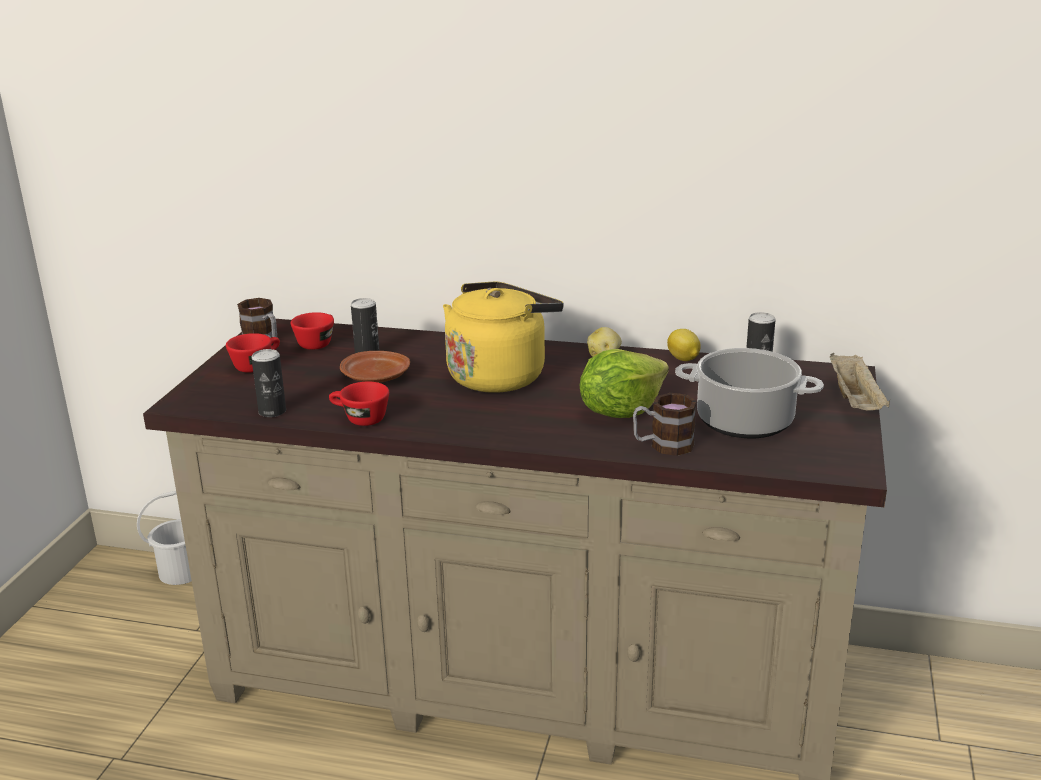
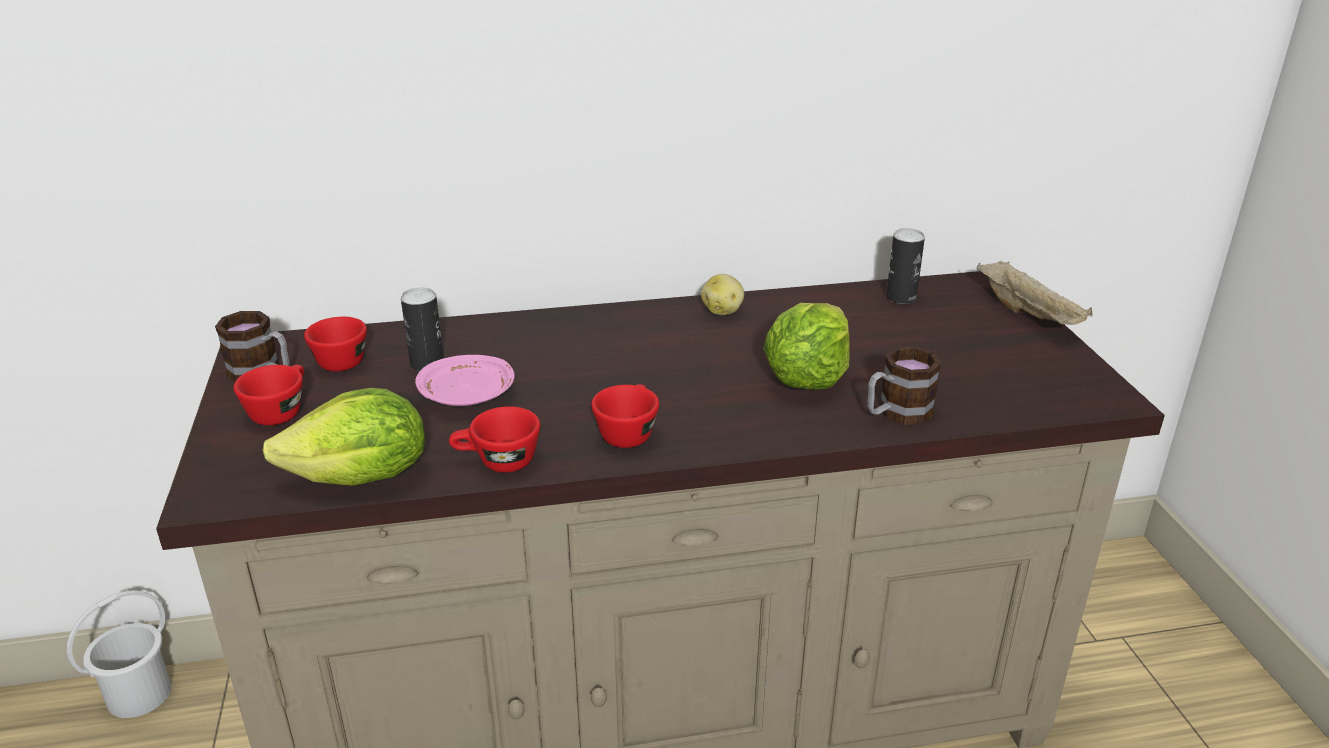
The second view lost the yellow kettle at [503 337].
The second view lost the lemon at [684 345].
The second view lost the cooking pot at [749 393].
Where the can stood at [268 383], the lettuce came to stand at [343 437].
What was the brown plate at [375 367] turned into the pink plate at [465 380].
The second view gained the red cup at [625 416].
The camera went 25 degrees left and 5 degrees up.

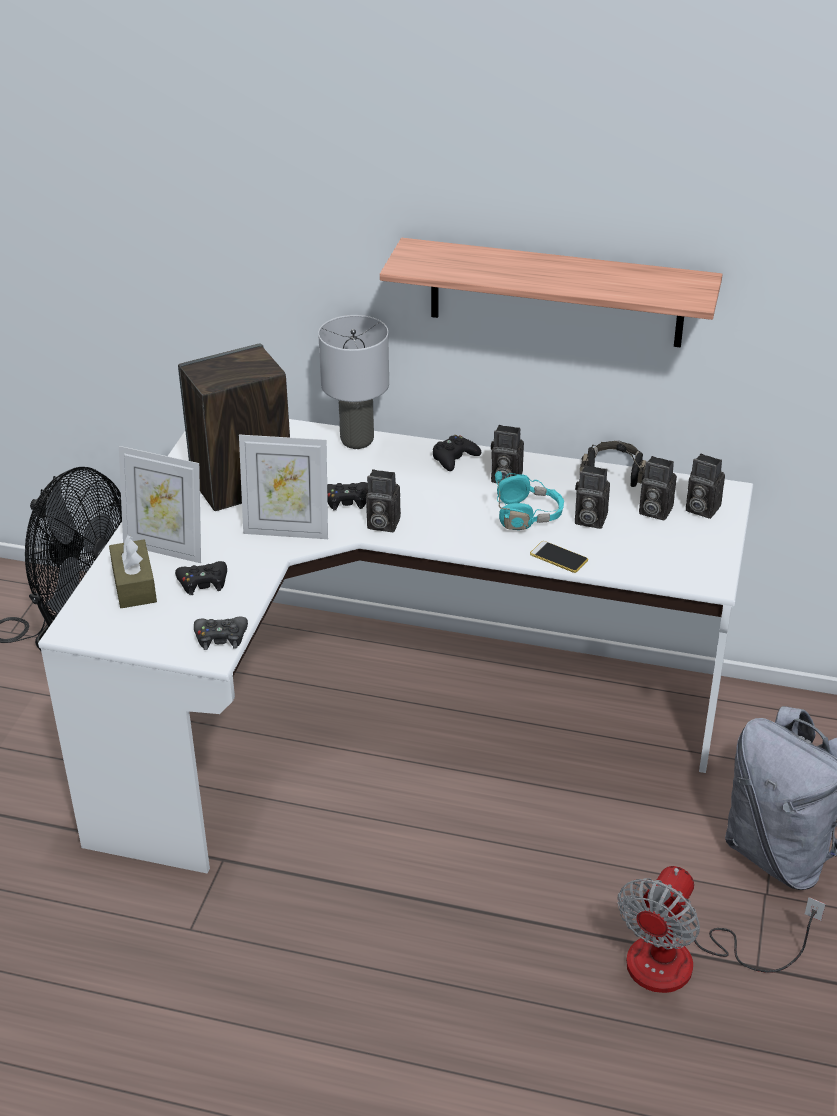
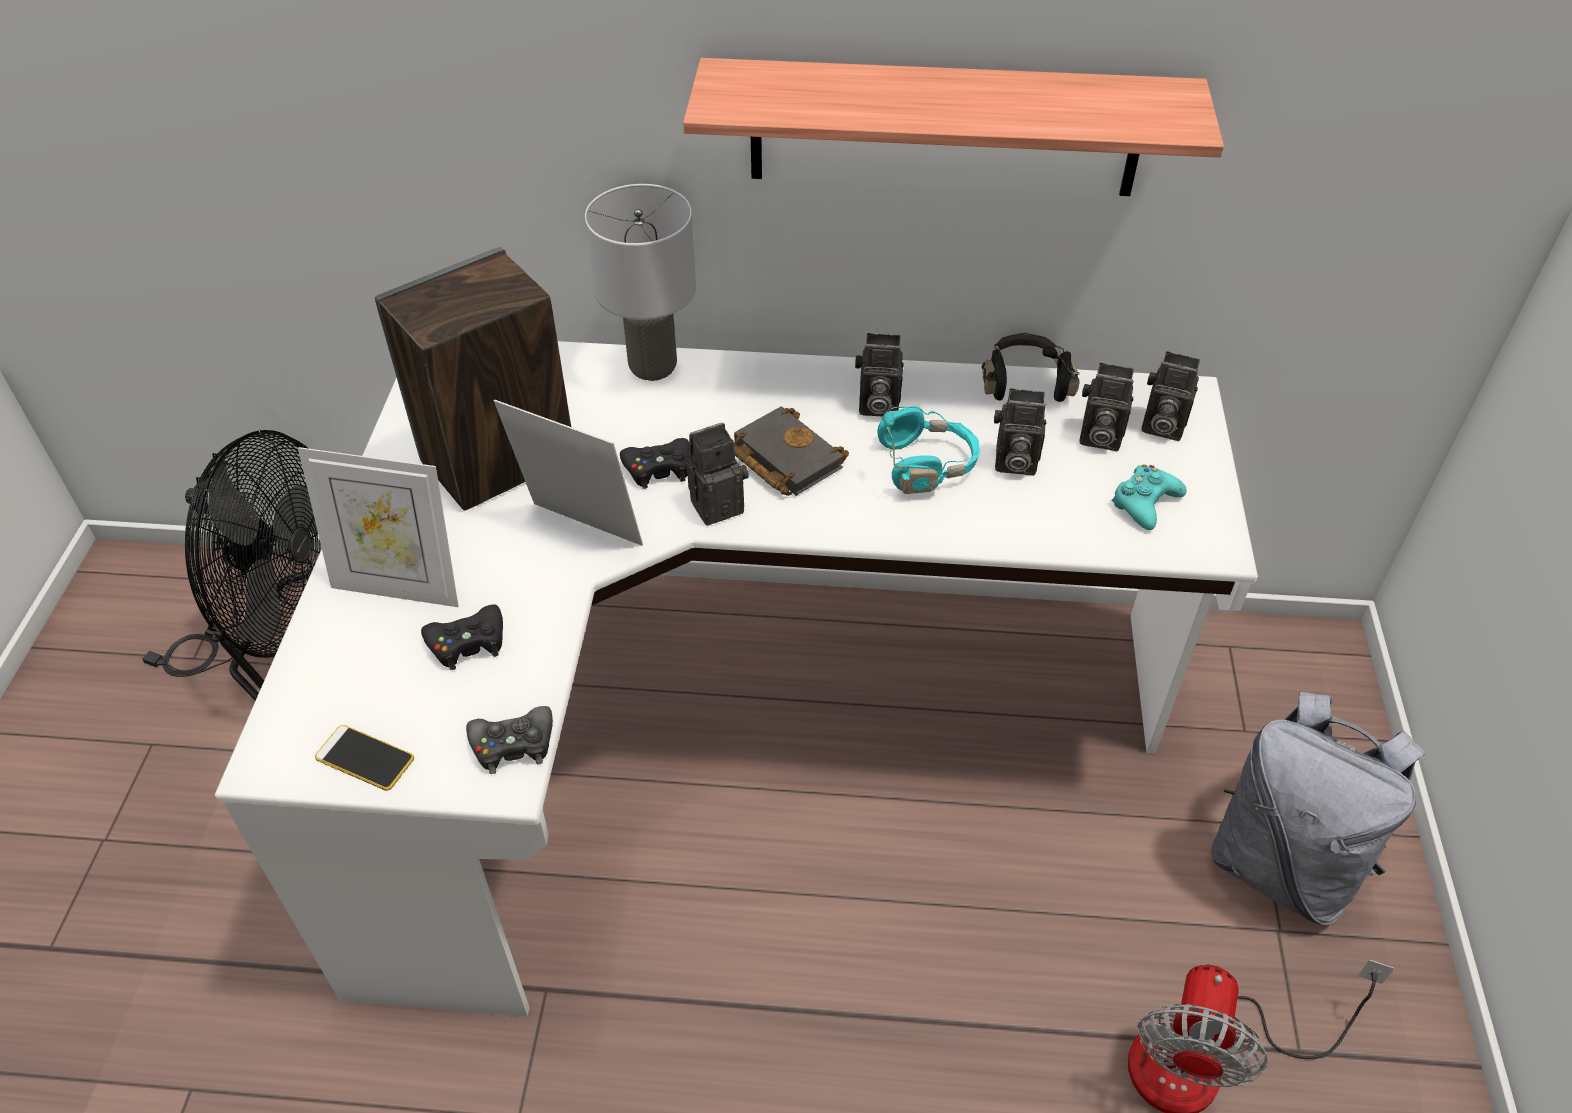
The picture frame at [283 487] ended up facing another way, 150 degrees counterclockwise from before.
The second view lost the black game controller at [457 453].
The photo camera at [383 500] ended up facing another way, 150 degrees clockwise from before.
The second view lost the brown tissue box at [133 571].
The phone ended up elsewhere, having gone from [559 557] to [364 758].
The second view gained the black book at [791 451].
The second view gained the turquoise game controller at [1149 497].
The camera went 10 degrees left and 10 degrees up.

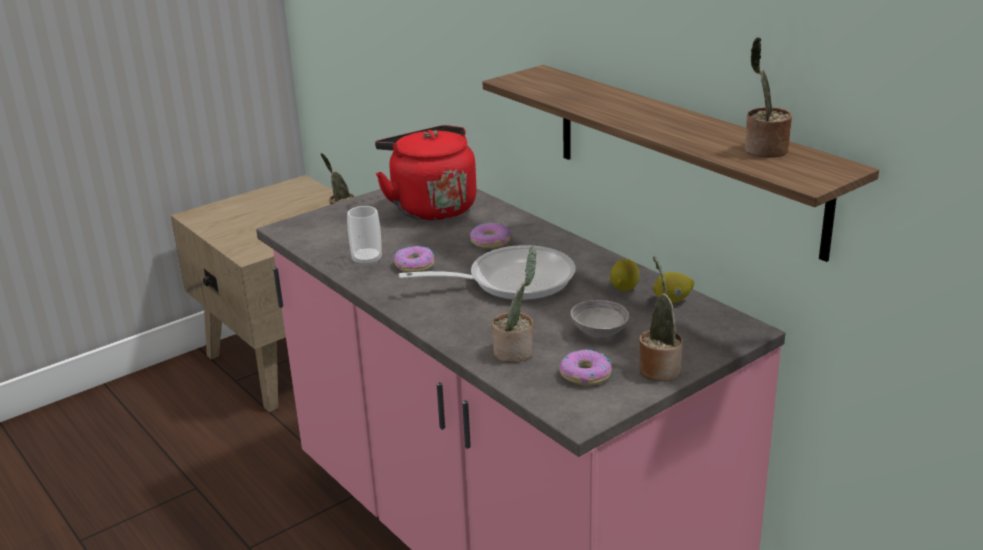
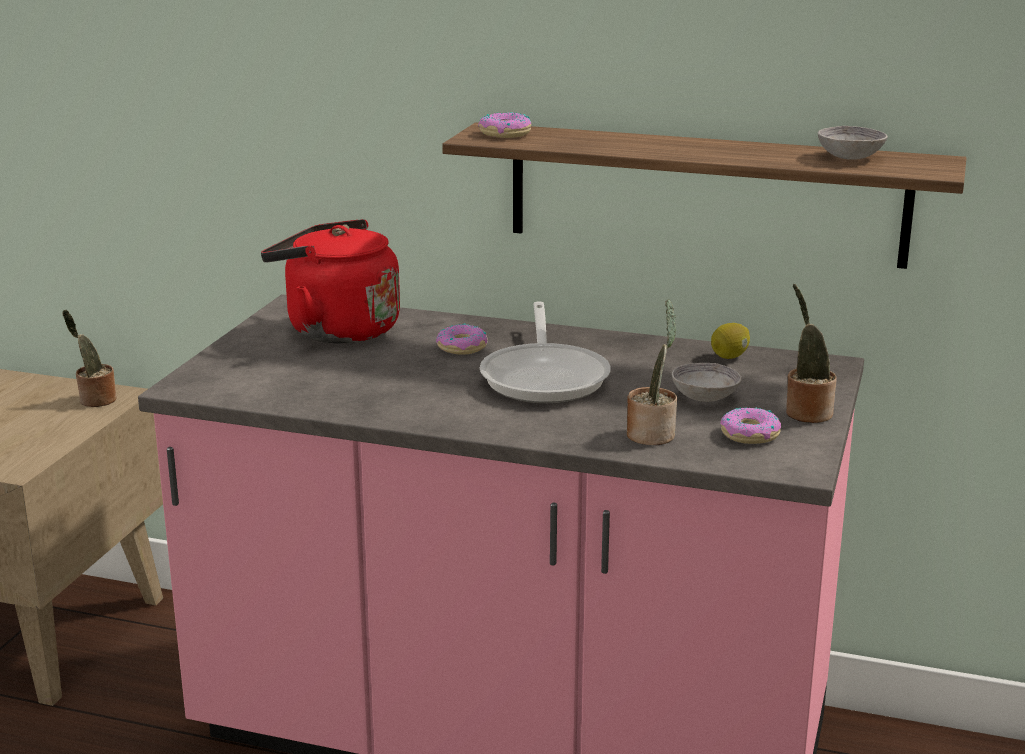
Where the potted plant stood at [768 97], the grey bowl came to stand at [853 143].
The second view lost the cup at [364 236].
The frying pan at [487 272] ended up facing another way, 135 degrees clockwise from before.
The donut ended up elsewhere, having gone from [414 259] to [505 125].
The second view lost the lemon at [625 275].
The camera went 35 degrees left and 5 degrees down.

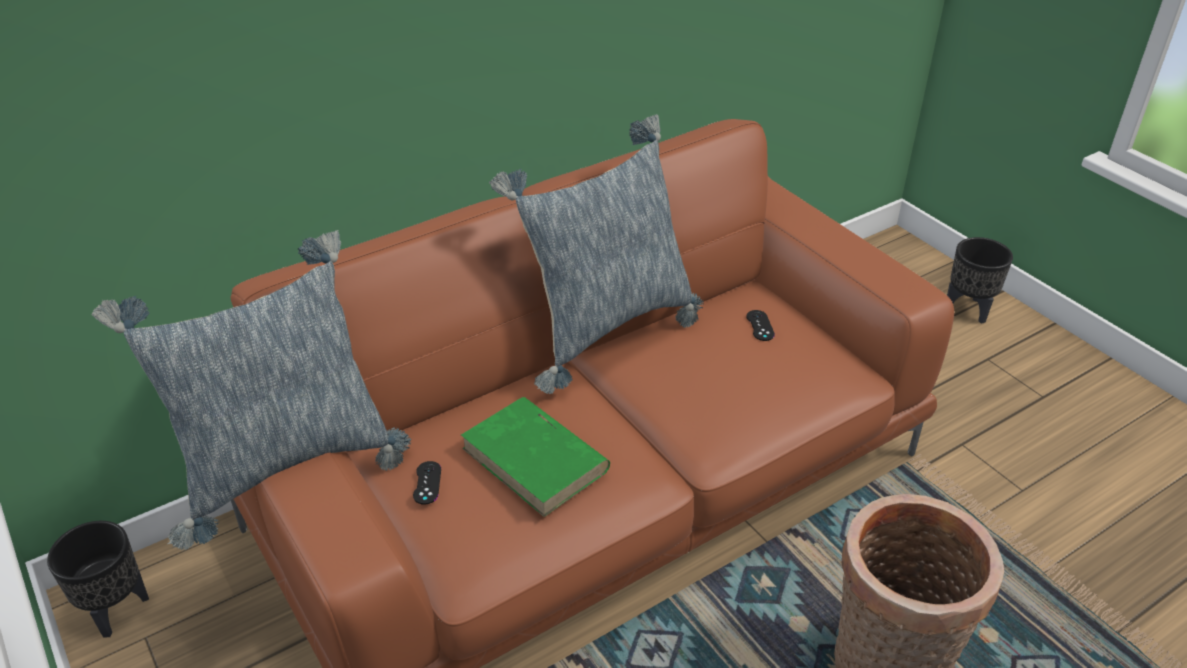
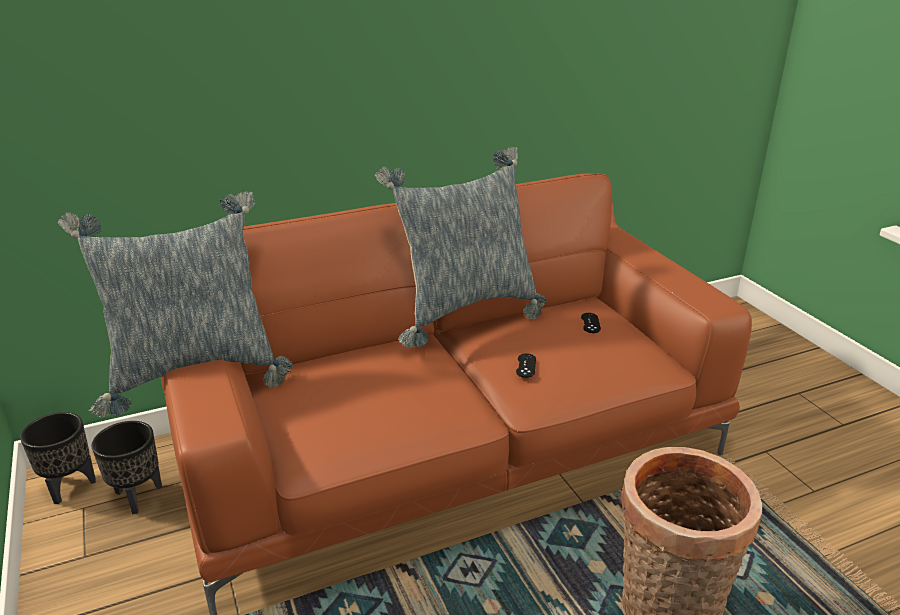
The black planter ended up elsewhere, having gone from [980 280] to [127 467].
The second view lost the green book at [535 457].
The black game controller ended up elsewhere, having gone from [427 483] to [526 365].
The camera went 10 degrees right and 10 degrees down.

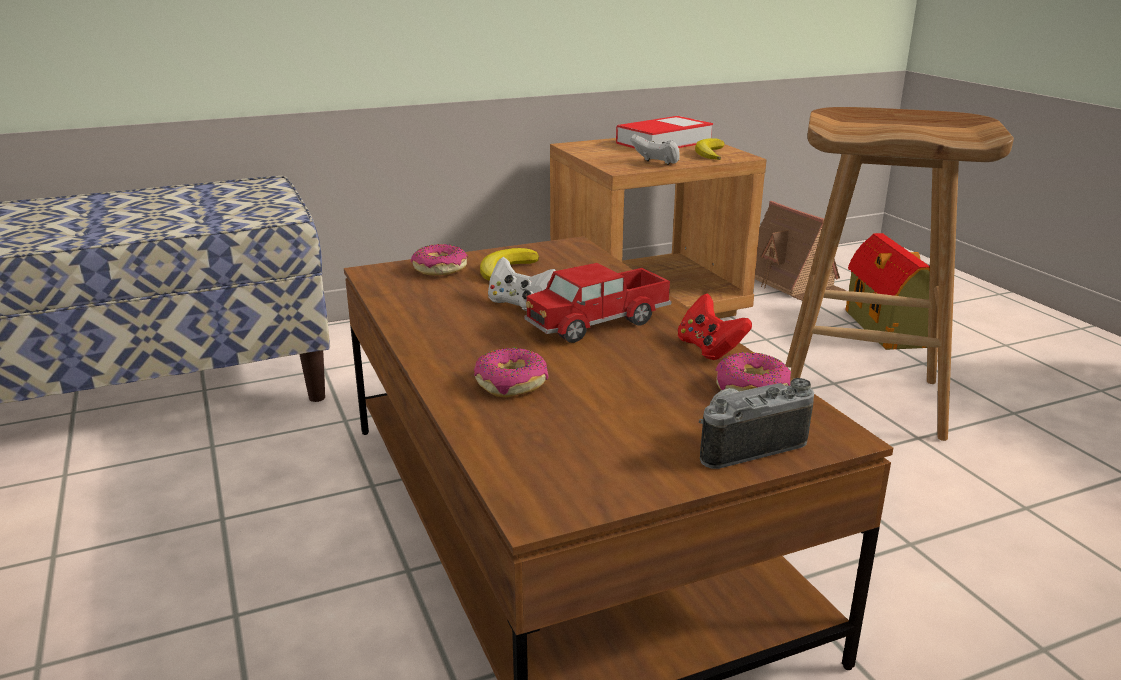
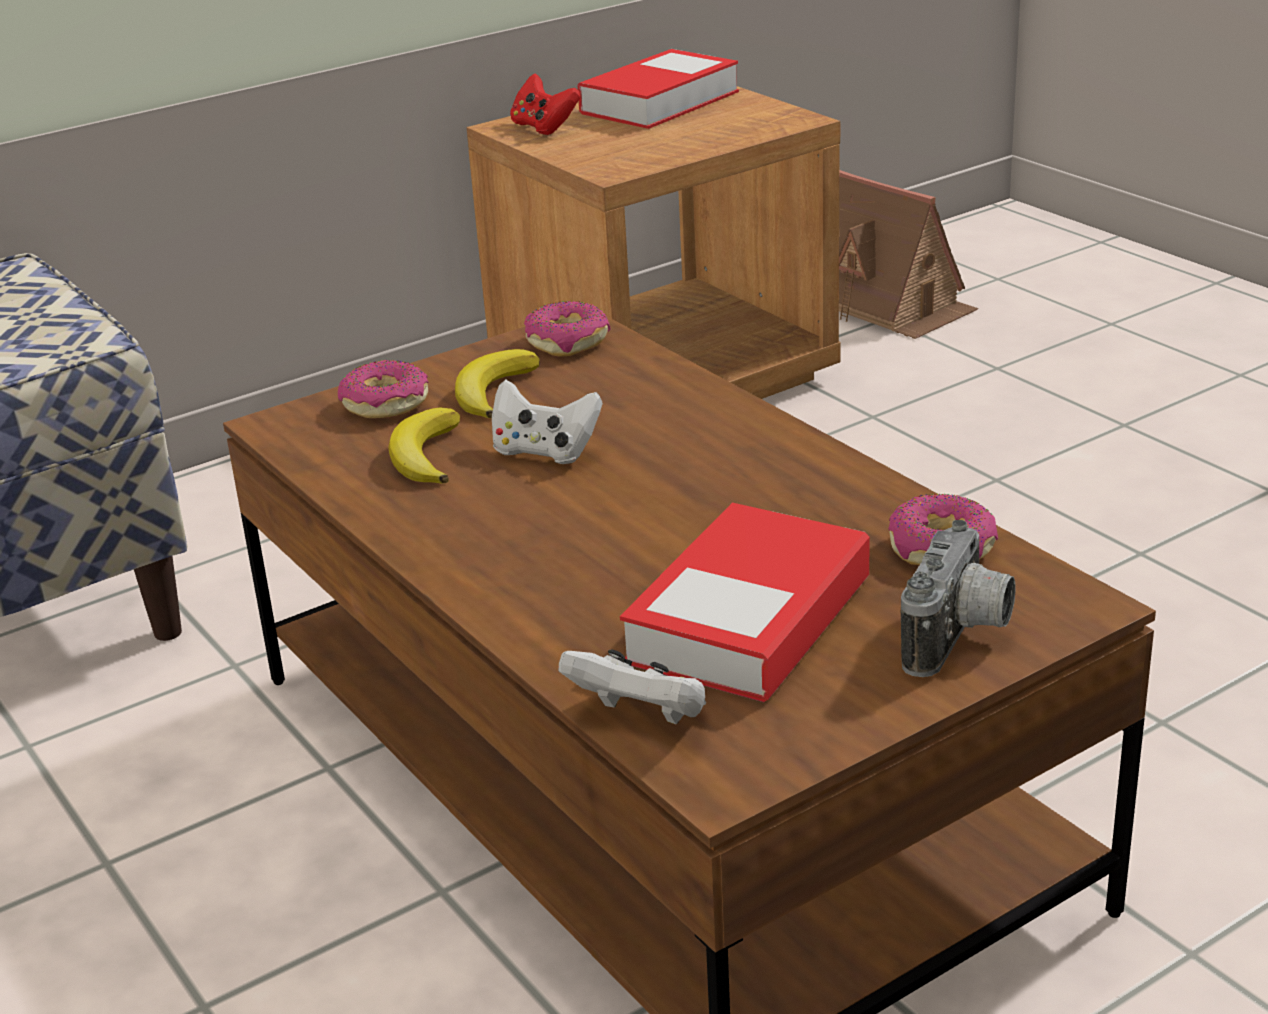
The second view lost the brown stool at [900 274].
The white game controller ended up elsewhere, having gone from [655 149] to [632 687].
The banana ended up elsewhere, having gone from [709 149] to [424 445].
The second view lost the toy house at [888 291].
The second view lost the toy truck at [597 303].
The red game controller ended up elsewhere, having gone from [715 326] to [545 104].
The donut ended up elsewhere, having gone from [511 372] to [567 329].
The photo camera at [756 423] ended up facing another way, 150 degrees clockwise from before.
The second view gained the book at [745 602].
The camera went 10 degrees left and 5 degrees up.

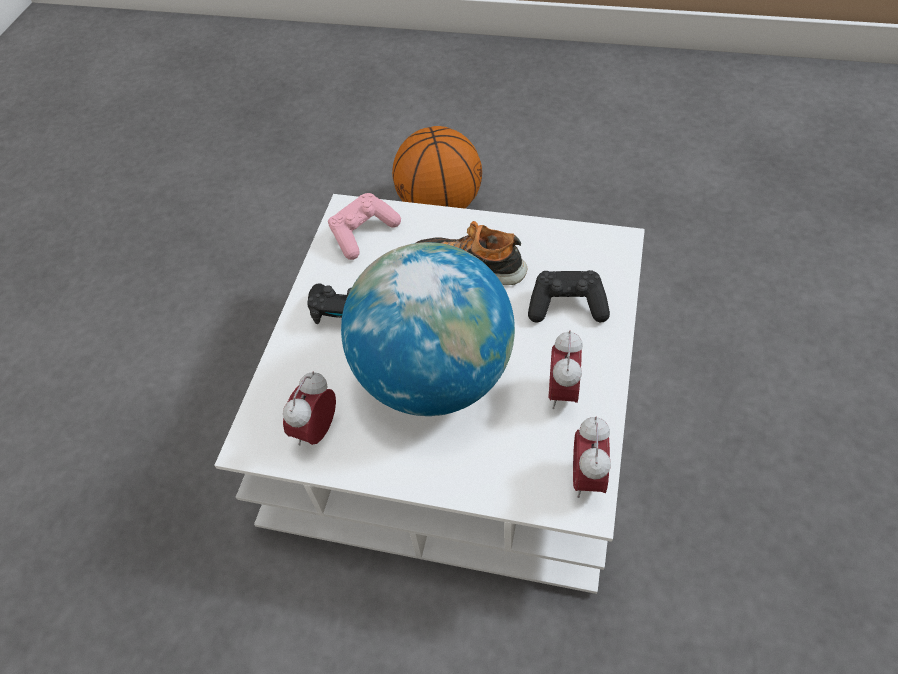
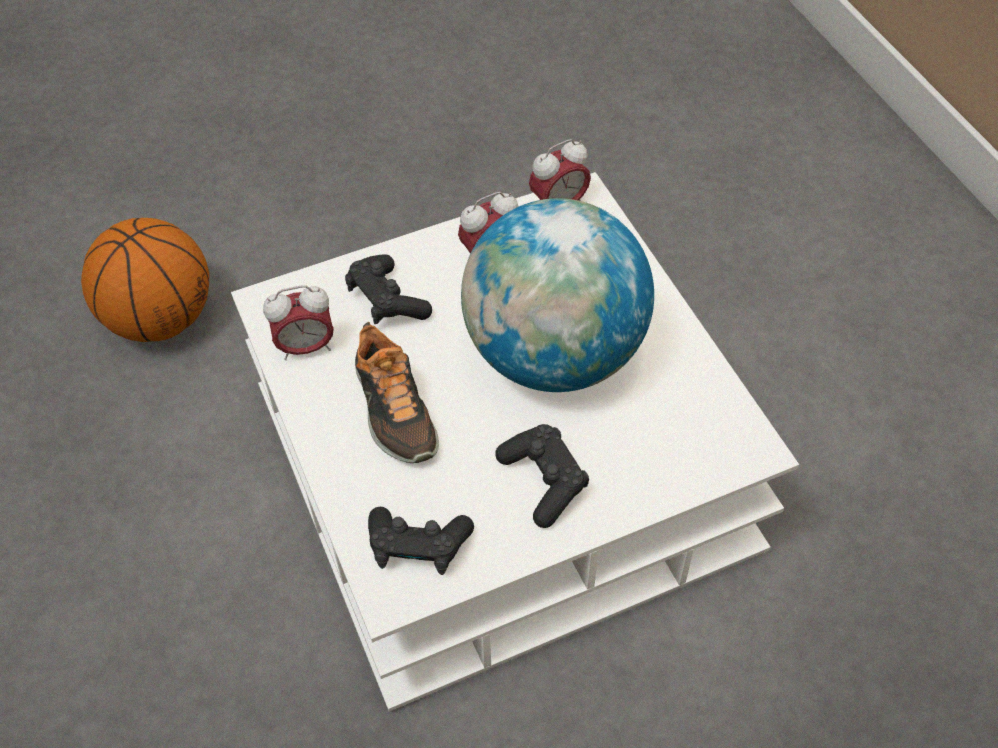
The basketball ended up elsewhere, having gone from [437 167] to [145 280].
What was the pink game controller at [364 226] turned into the black game controller at [421 541].
The alarm clock ended up elsewhere, having gone from [309 409] to [298 322].
The camera went 130 degrees left and 0 degrees up.

